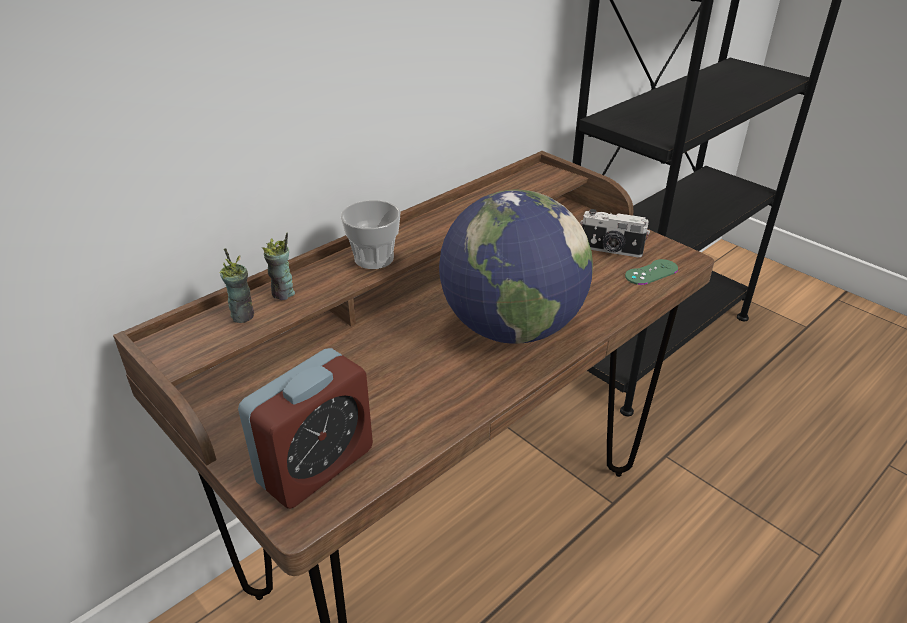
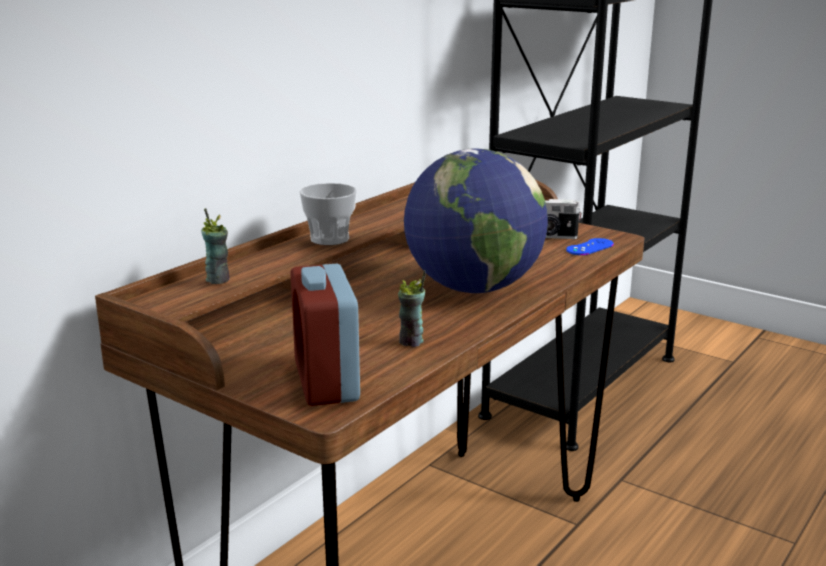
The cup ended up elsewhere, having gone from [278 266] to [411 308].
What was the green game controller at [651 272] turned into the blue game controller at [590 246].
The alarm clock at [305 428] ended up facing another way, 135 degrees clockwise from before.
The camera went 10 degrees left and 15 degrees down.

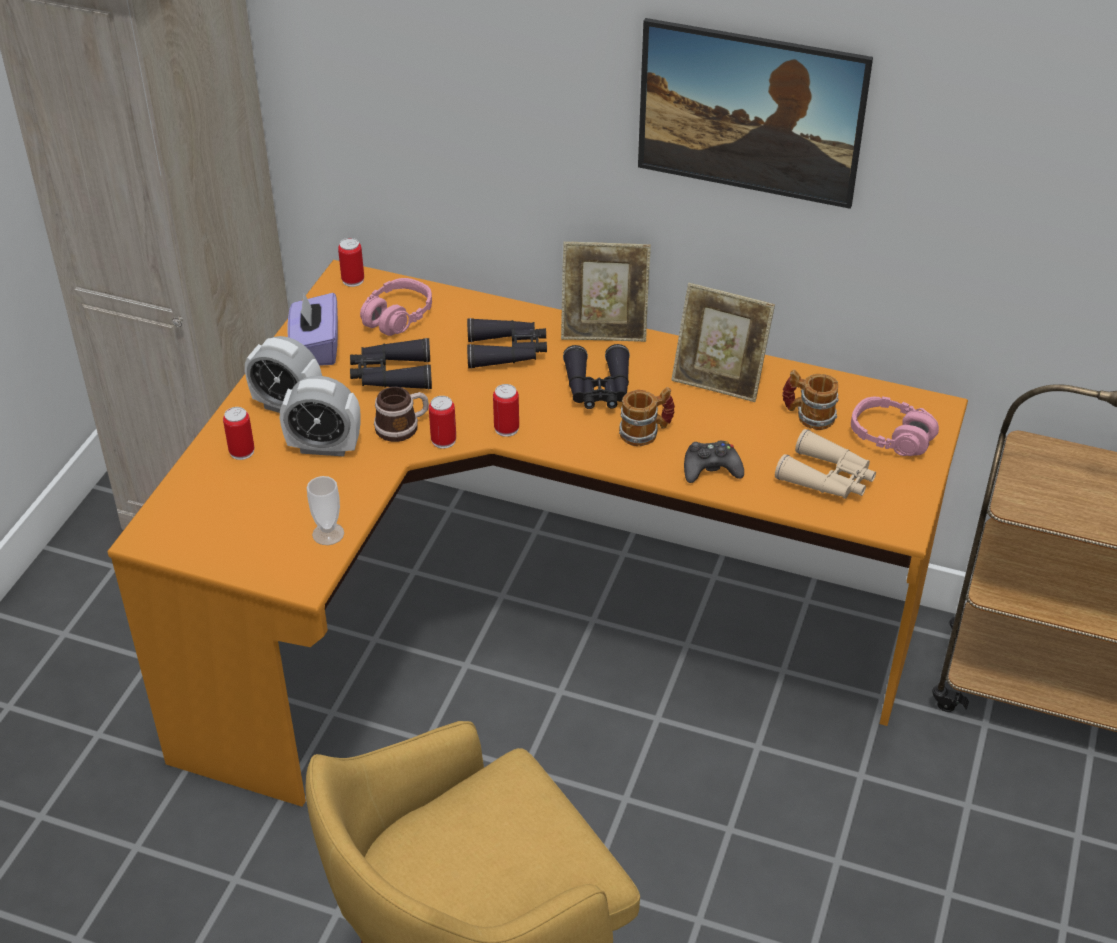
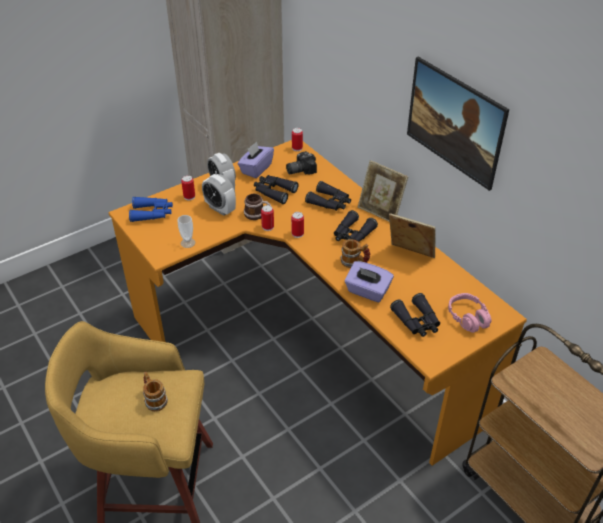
Where the pink headphones stood at [396 307], the photo camera came to stand at [301 162].
The picture frame at [723 342] ended up facing another way, 150 degrees clockwise from before.
The mug ended up elsewhere, having gone from [810 400] to [155 392].
What was the beige binoculars at [825 464] turned into the black binoculars at [415 315].
Where the black game controller stood at [714 462], the purple tissue box came to stand at [369 281].
The second view gained the blue binoculars at [151 209].
The camera went 35 degrees right and 0 degrees up.

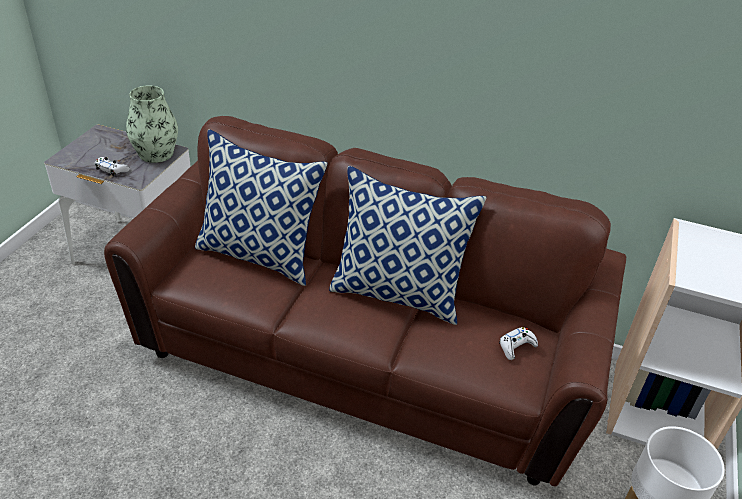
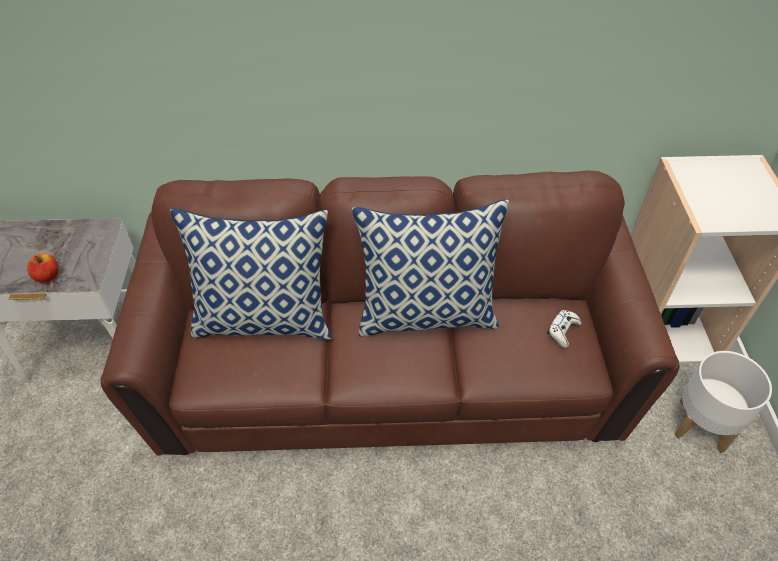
The second view lost the vase at [152 124].
Where the white game controller stood at [112 166], the apple came to stand at [43 268].
The camera went 20 degrees left and 10 degrees up.

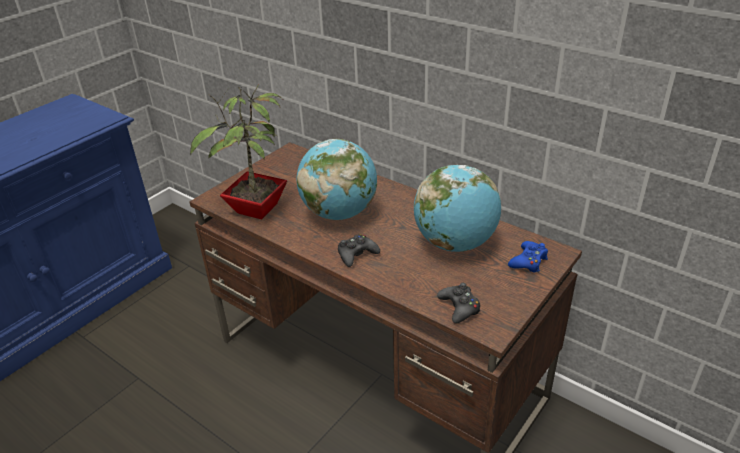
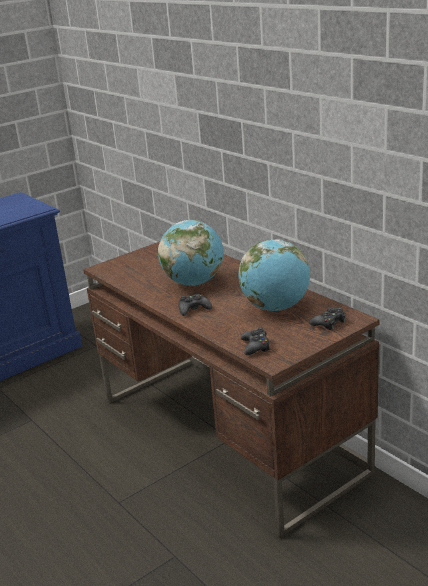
The second view lost the potted plant at [238 152].
What was the blue game controller at [528 257] turned into the black game controller at [327 318].
The camera went 15 degrees right and 10 degrees down.

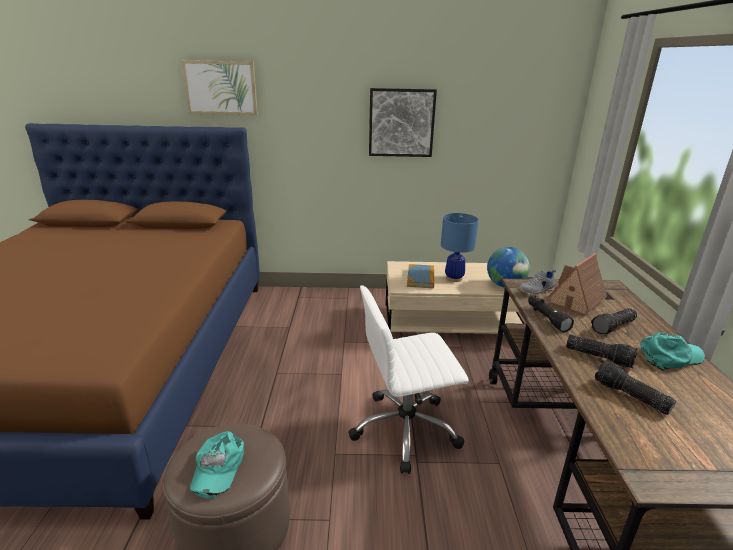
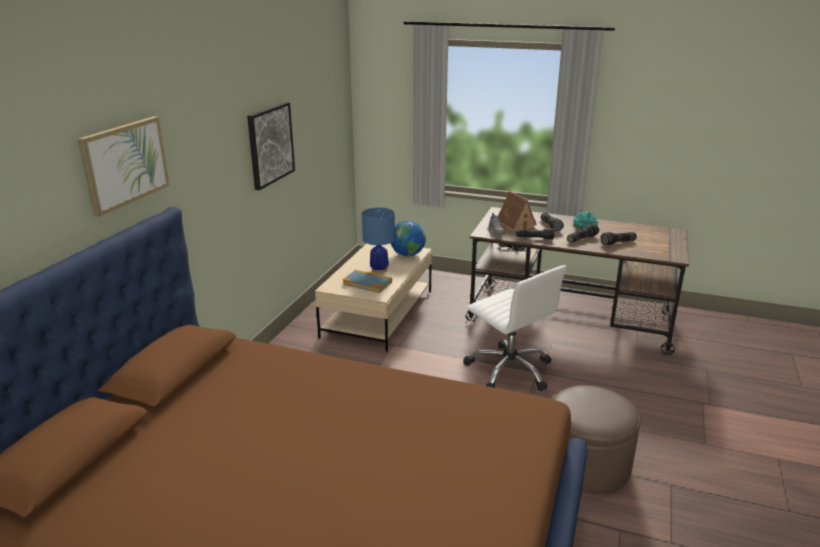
The white office chair at [408 379] ended up facing another way, 45 degrees counterclockwise from before.
The second view lost the turquoise cap at [217 465].
The camera went 70 degrees left and 0 degrees up.

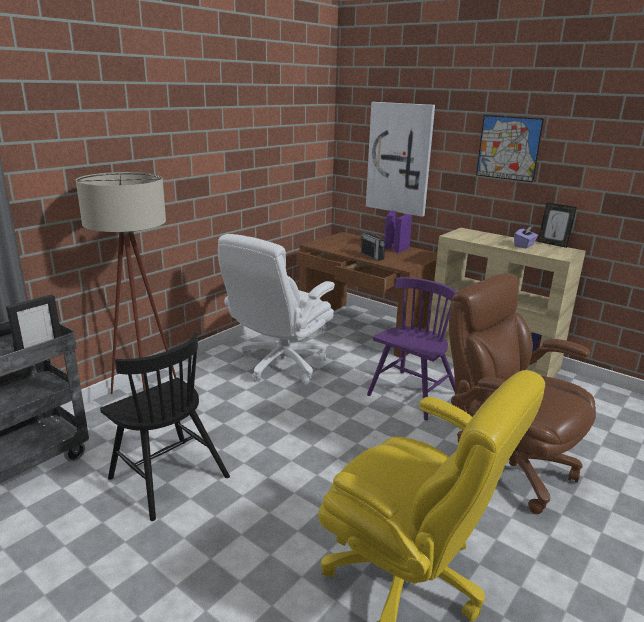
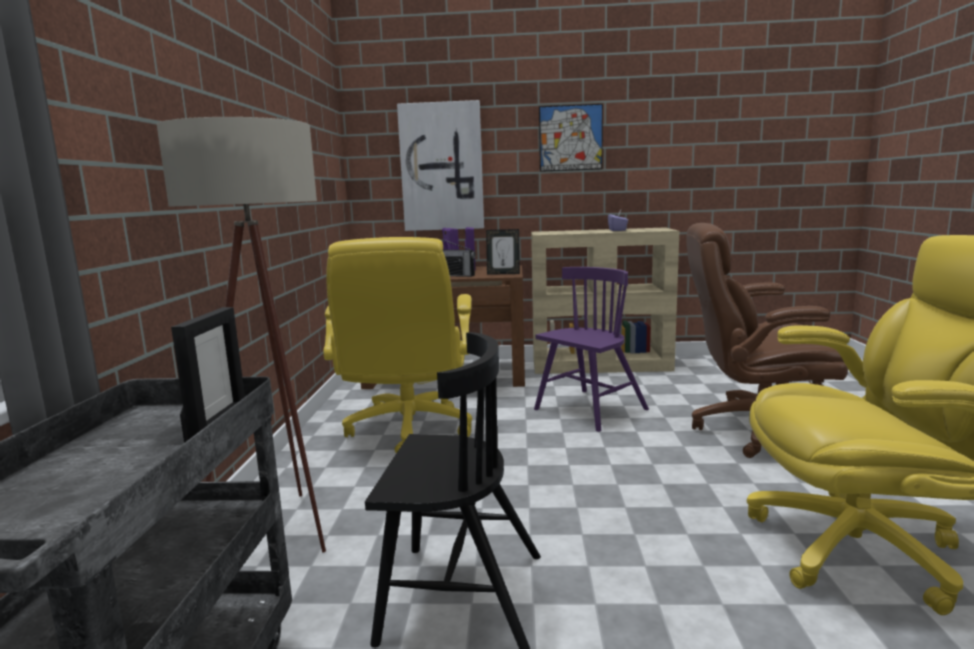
The picture frame ended up elsewhere, having gone from [557 225] to [503 252].
What was the white office chair at [276 309] turned into the yellow office chair at [397 345].
The purple chair at [411 349] ended up facing another way, 45 degrees clockwise from before.
The camera went 35 degrees left and 10 degrees down.

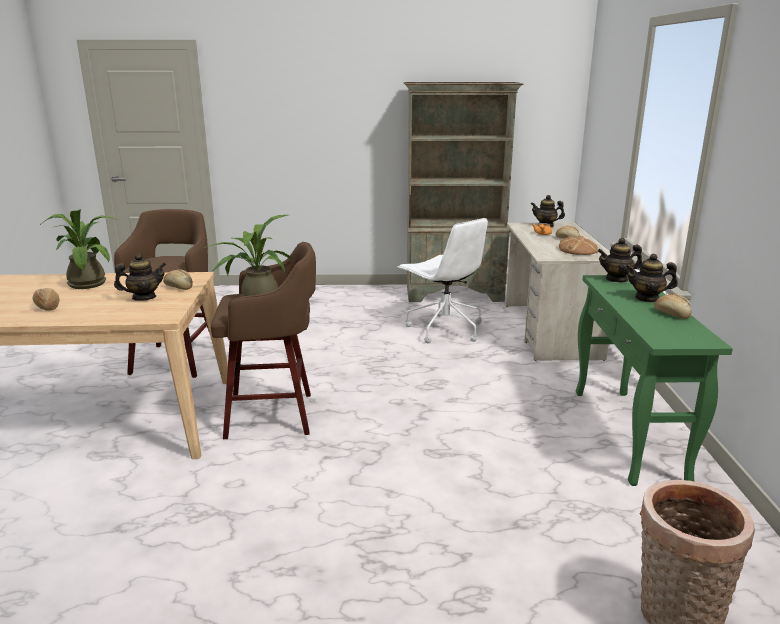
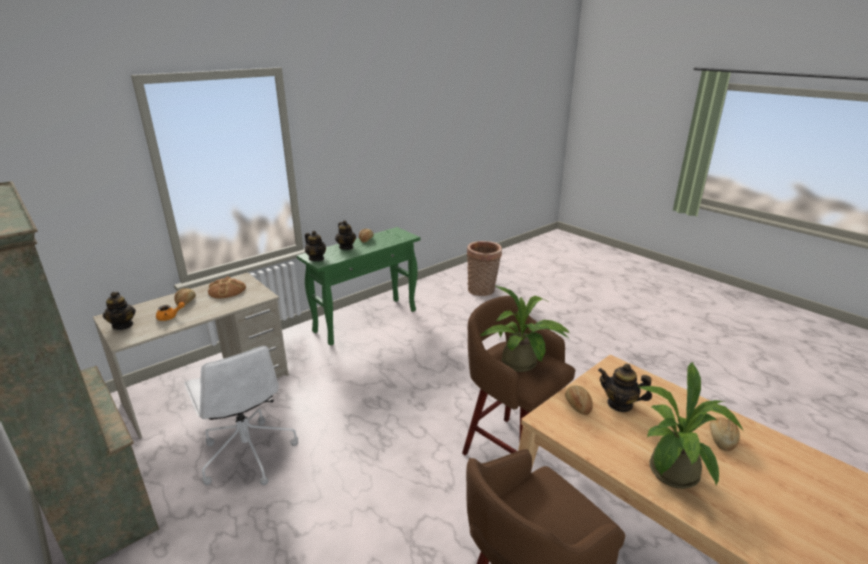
The white office chair at [442 280] ended up facing another way, 135 degrees clockwise from before.
The camera went 130 degrees left and 5 degrees up.

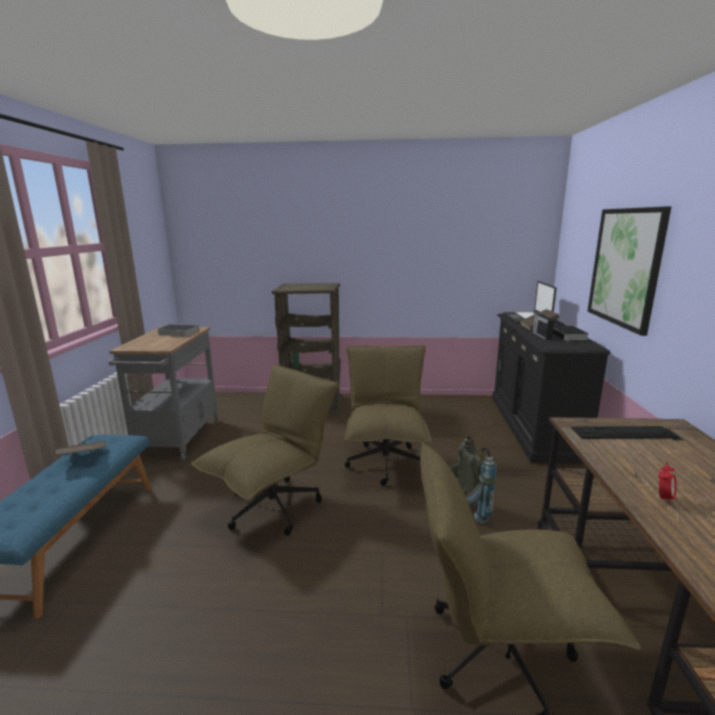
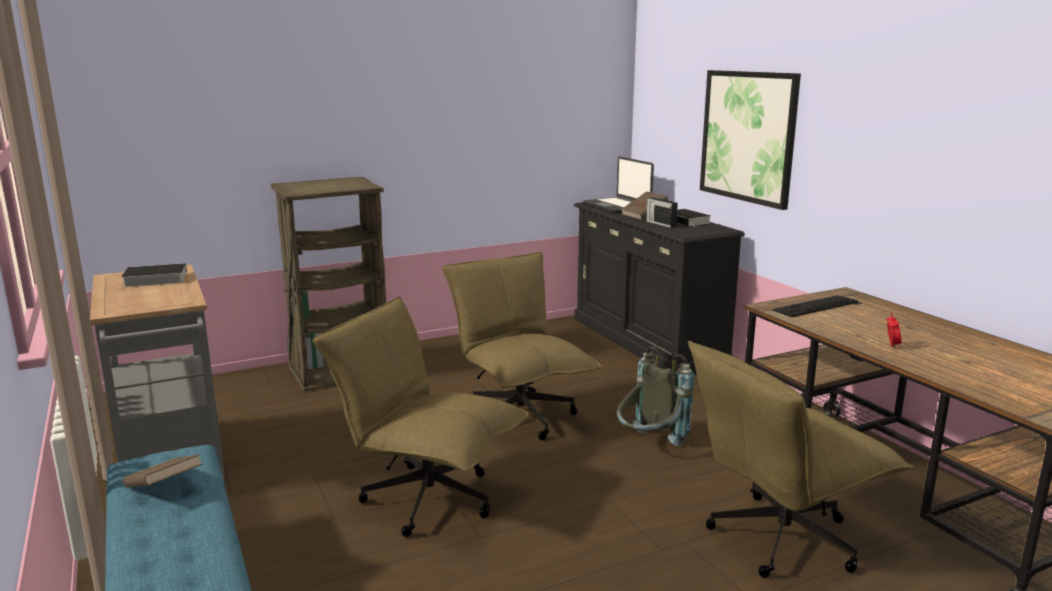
The beige office chair at [265 449] ended up facing another way, 75 degrees counterclockwise from before.
The camera went 30 degrees left and 0 degrees up.

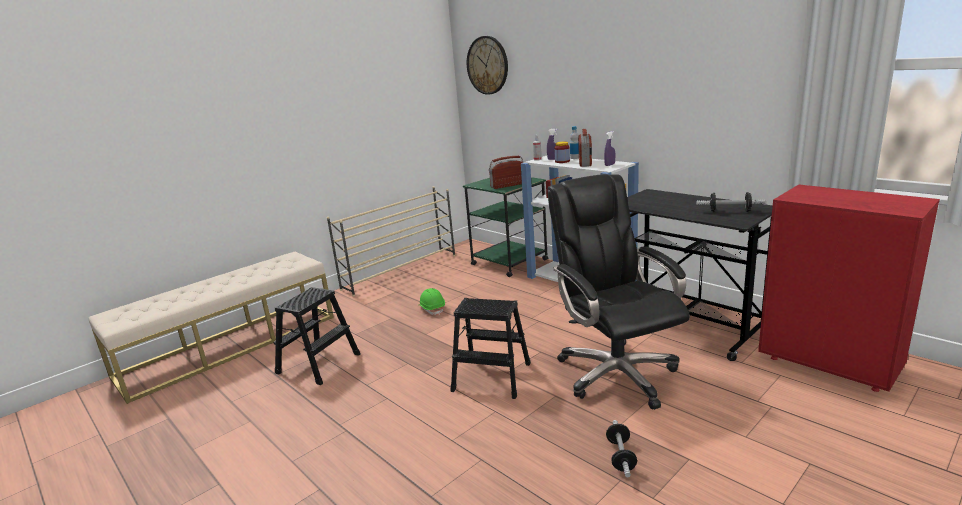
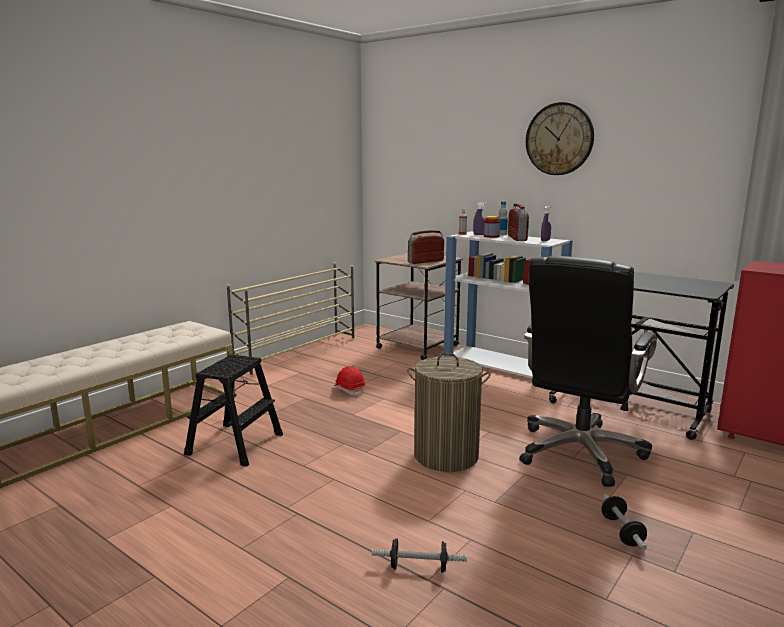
The wall clock ended up elsewhere, having gone from [487 65] to [560 138].
The black office chair at [619 292] ended up facing another way, 120 degrees counterclockwise from before.
What was the green cart at [505 227] turned into the brown cart at [419 306].
The dumbbell ended up elsewhere, having gone from [731 202] to [419 555].
What was the green hard hat at [432 301] turned into the red hard hat at [350 381].
Where the black step ladder stood at [490 348], the laundry basket came to stand at [449 412].
The camera went 10 degrees left and 5 degrees down.

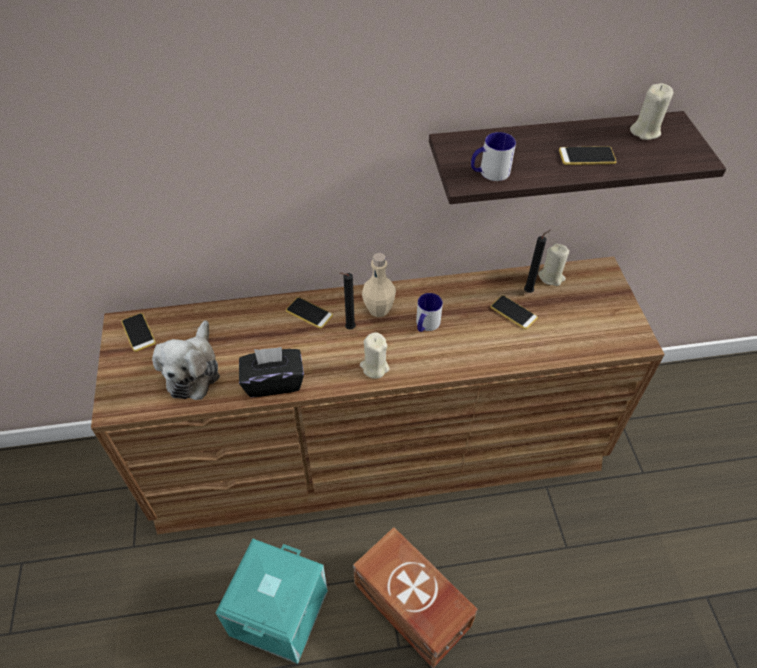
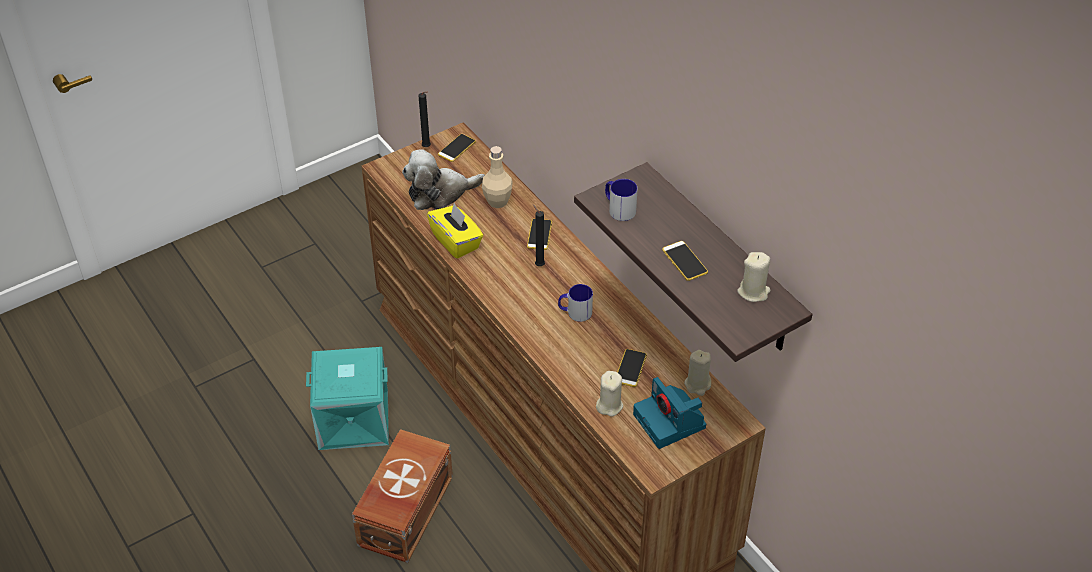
The black candle ended up elsewhere, having gone from [537 261] to [425 119].
The beige bottle ended up elsewhere, having gone from [379 285] to [497 177].
The beige candle ended up elsewhere, having gone from [374 355] to [609 394].
What was the black tissue box at [271 372] turned into the yellow tissue box at [455 231].
The second view gained the photo camera at [669 413].
The camera went 65 degrees right and 5 degrees down.

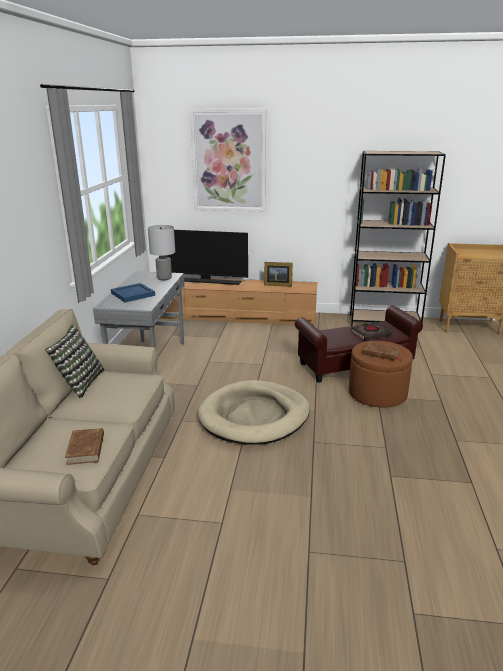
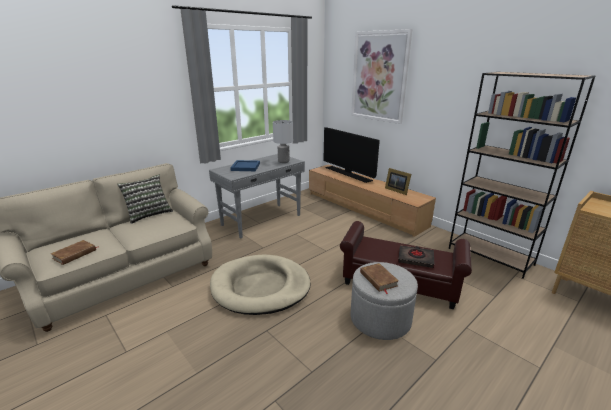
What was the brown ottoman at [381 374] turned into the grey ottoman at [384 301].
The camera went 40 degrees right and 0 degrees up.

